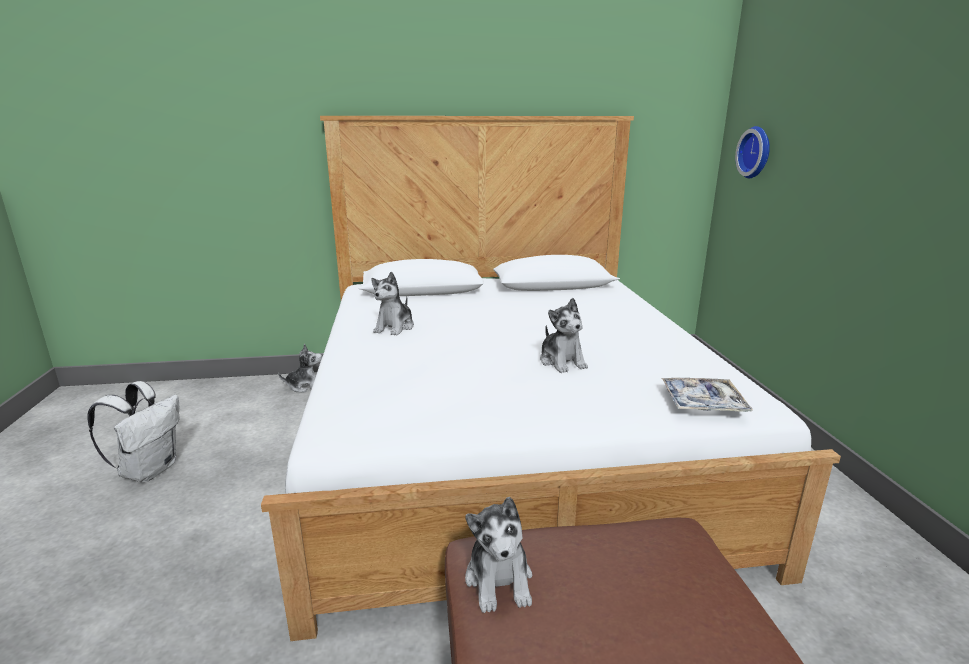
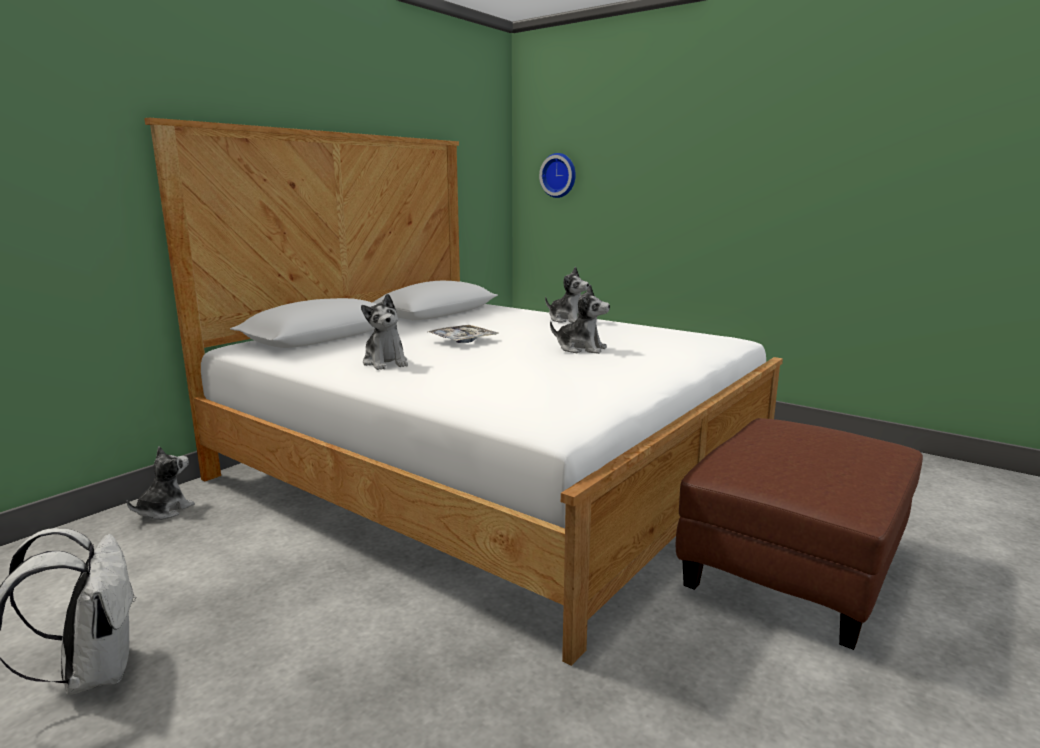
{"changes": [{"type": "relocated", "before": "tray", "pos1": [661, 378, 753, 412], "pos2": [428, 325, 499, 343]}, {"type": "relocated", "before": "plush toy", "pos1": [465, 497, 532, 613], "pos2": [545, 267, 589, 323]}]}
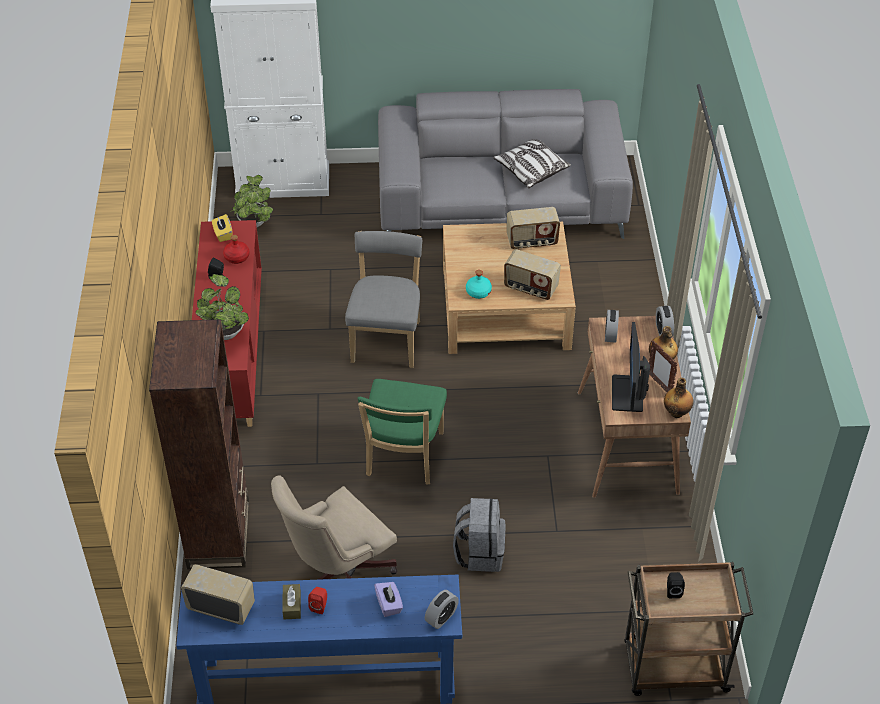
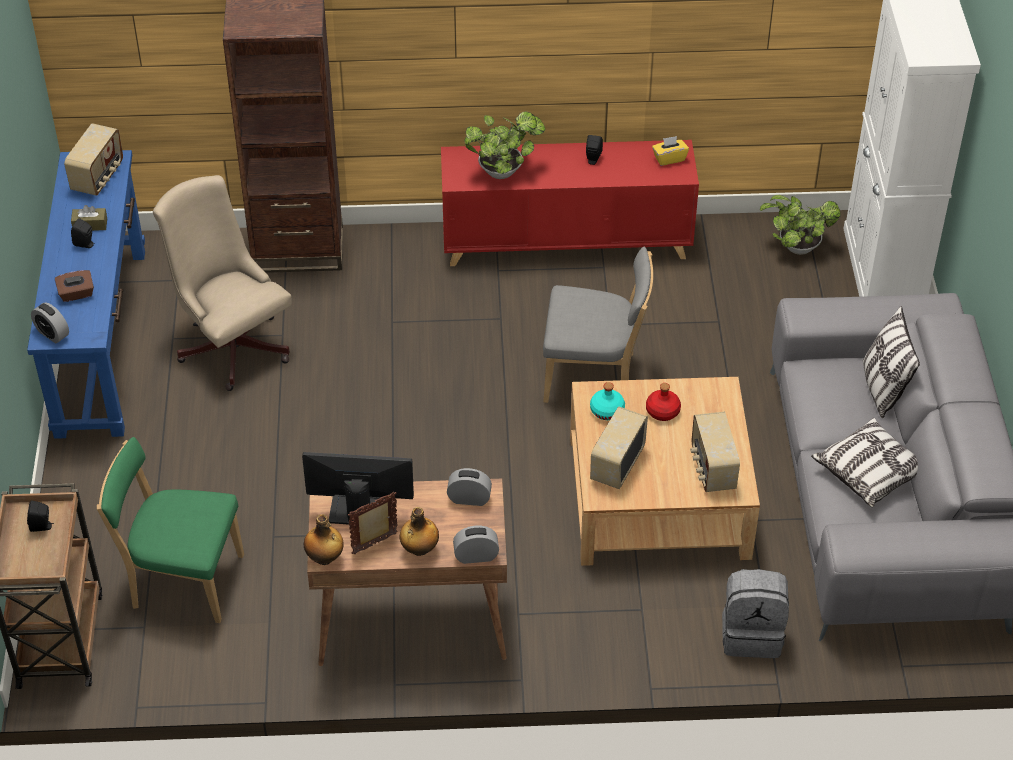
{"changes": [{"type": "colour", "before": "tissue box (purple)", "after": "tissue box (brown)", "pos1": [374, 582, 403, 617], "pos2": [55, 270, 94, 302]}, {"type": "colour", "before": "speaker (red)", "after": "speaker (black)", "pos1": [308, 587, 327, 614], "pos2": [71, 218, 95, 248]}, {"type": "relocated", "before": "chair (green)", "pos1": [358, 379, 447, 485], "pos2": [97, 437, 244, 623]}, {"type": "relocated", "before": "bottle (red)", "pos1": [223, 235, 249, 264], "pos2": [646, 383, 681, 421]}, {"type": "relocated", "before": "backpack (grey)", "pos1": [453, 498, 506, 572], "pos2": [722, 569, 789, 658]}, {"type": "appeared", "after": "pillow", "pos2": [863, 306, 920, 418]}]}
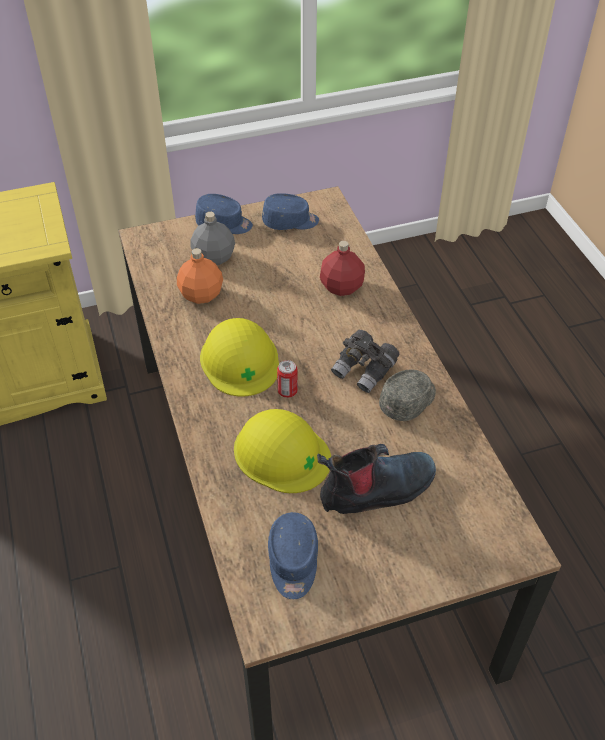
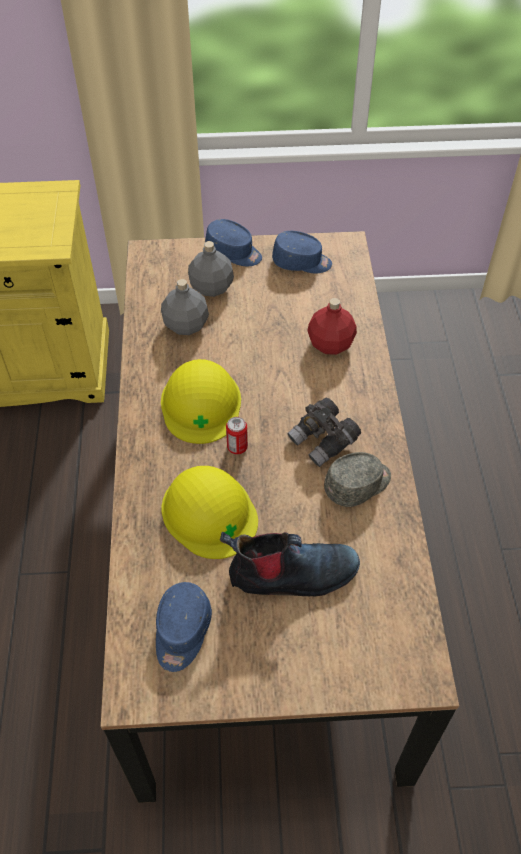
{"changes": [{"type": "colour", "before": "bottle (orange)", "after": "bottle (grey)", "pos1": [177, 248, 223, 304], "pos2": [161, 279, 209, 335]}]}
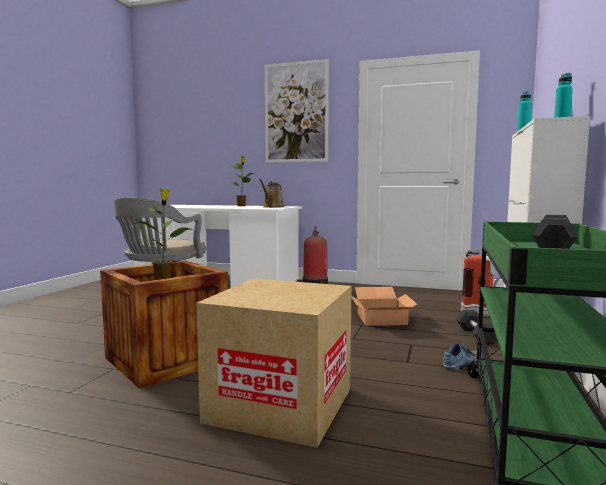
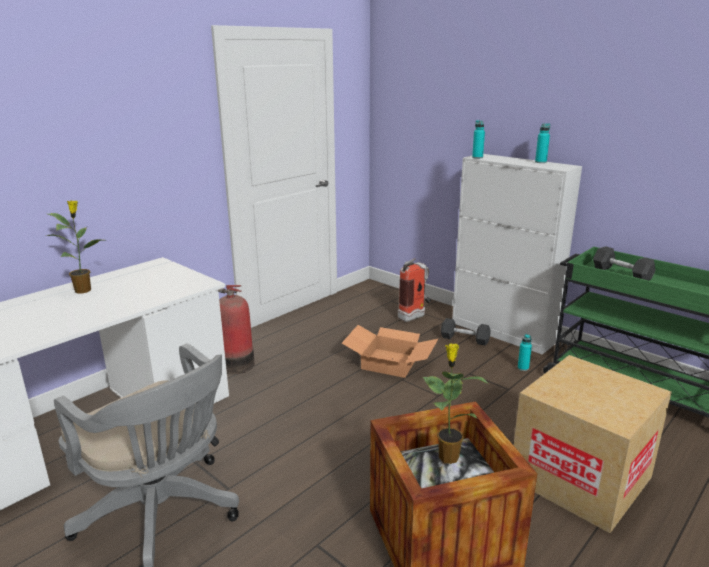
{"changes": [{"type": "exchanged", "before": "shoe", "after": "bottle (turquoise)", "pos1": [443, 343, 484, 370], "pos2": [518, 334, 532, 371]}, {"type": "missing", "before": "watering can (brown)", "pos1": [259, 179, 285, 208]}, {"type": "missing", "before": "picture", "pos1": [265, 59, 329, 163]}]}
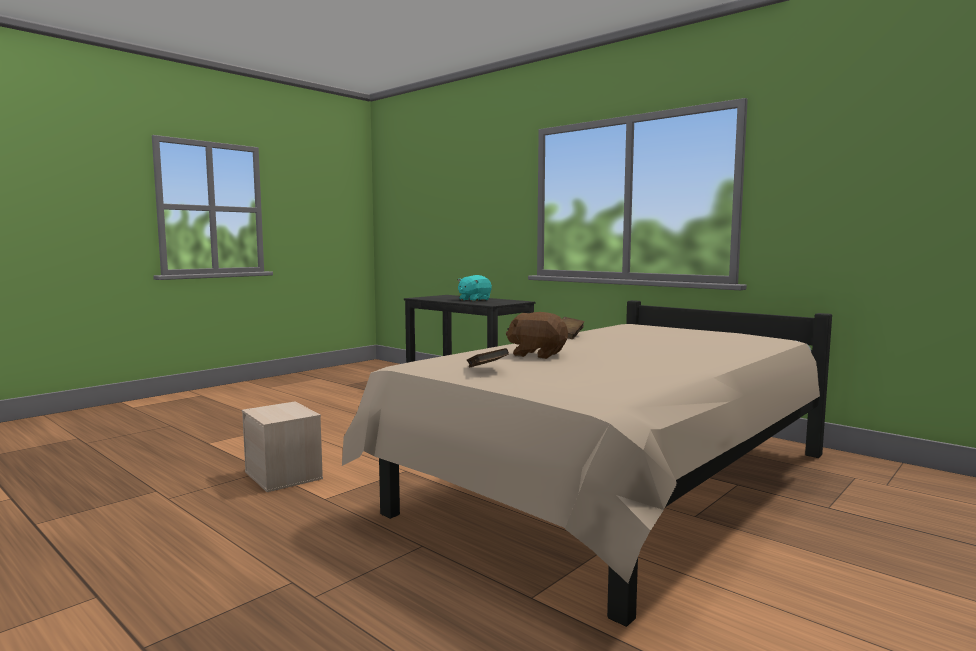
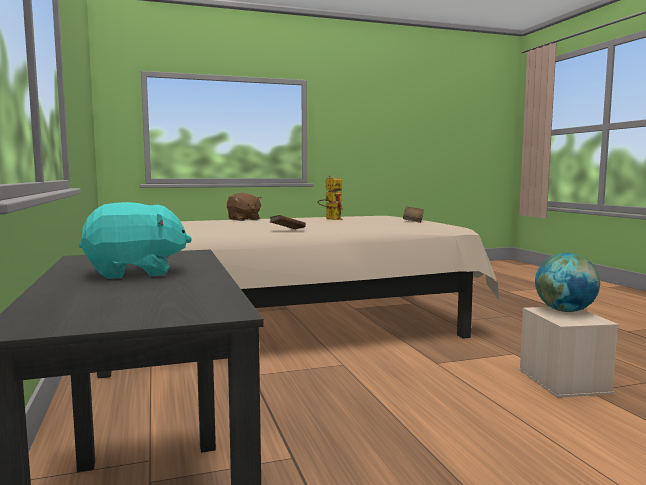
{"changes": [{"type": "relocated", "before": "plush toy (brown)", "pos1": [506, 312, 568, 359], "pos2": [227, 193, 262, 221]}, {"type": "appeared", "after": "toy robot", "pos2": [318, 175, 343, 220]}, {"type": "appeared", "after": "globe", "pos2": [535, 253, 600, 312]}]}
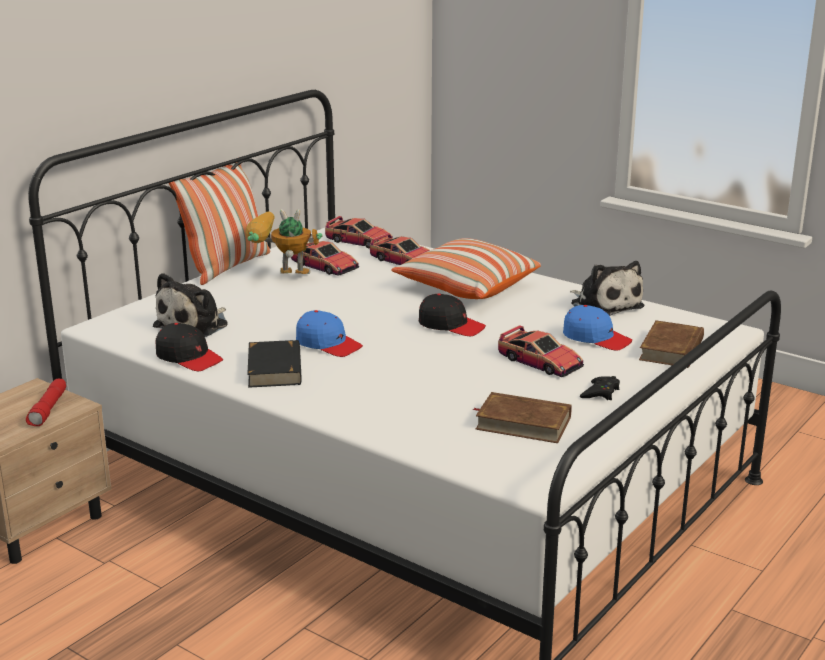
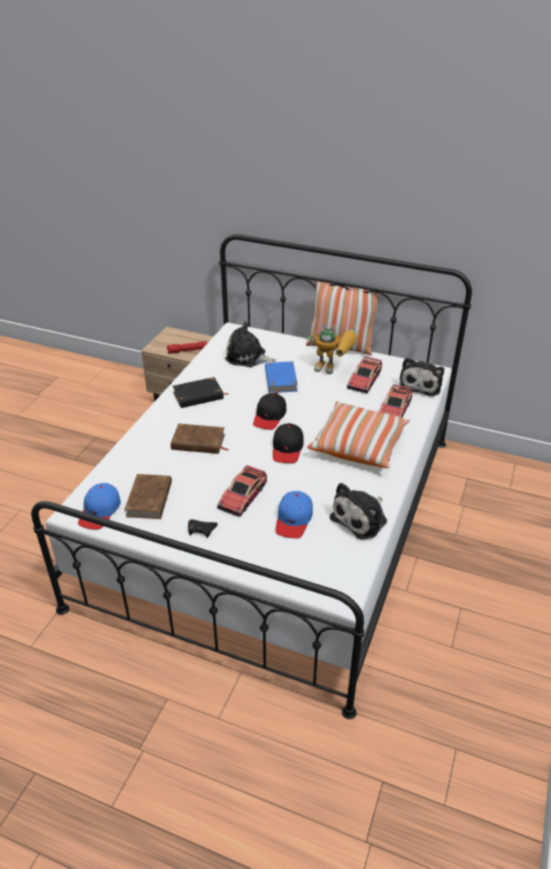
{"changes": [{"type": "relocated", "before": "cap (blue)", "pos1": [296, 310, 363, 357], "pos2": [78, 483, 121, 530]}, {"type": "relocated", "before": "book (brown)", "pos1": [639, 320, 704, 368], "pos2": [171, 424, 229, 454]}, {"type": "relocated", "before": "cap (black)", "pos1": [156, 323, 223, 371], "pos2": [253, 393, 286, 430]}, {"type": "appeared", "after": "book (blue)", "pos2": [265, 361, 298, 394]}, {"type": "spun", "before": "toy robot", "pos1": [245, 209, 322, 274], "pos2": [307, 323, 357, 374], "turn": 120}, {"type": "exchanged", "before": "toy car", "after": "plush toy", "pos1": [325, 216, 393, 249], "pos2": [400, 357, 444, 396]}]}
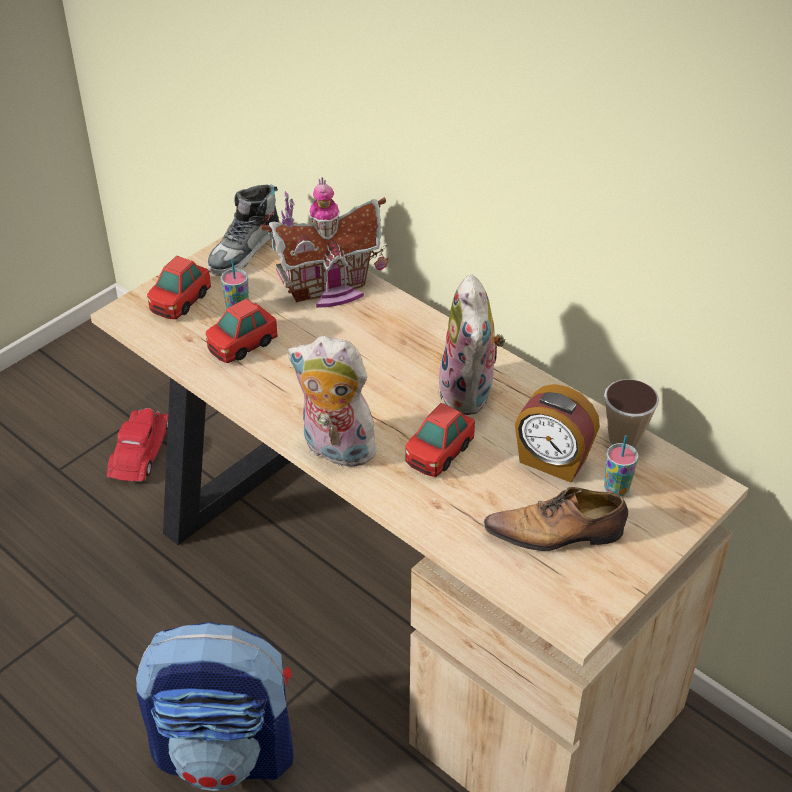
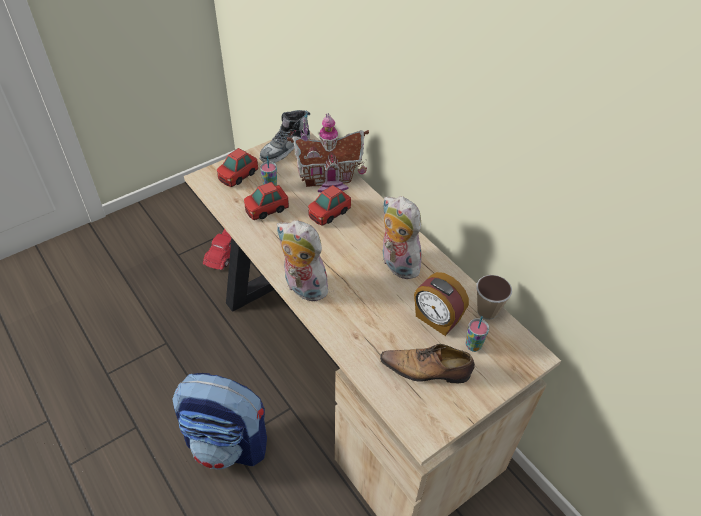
{"changes": [{"type": "relocated", "before": "toy car", "pos1": [406, 403, 475, 477], "pos2": [308, 185, 351, 226]}, {"type": "spun", "before": "plush toy", "pos1": [438, 274, 506, 415], "pos2": [382, 196, 422, 279], "turn": 135}]}
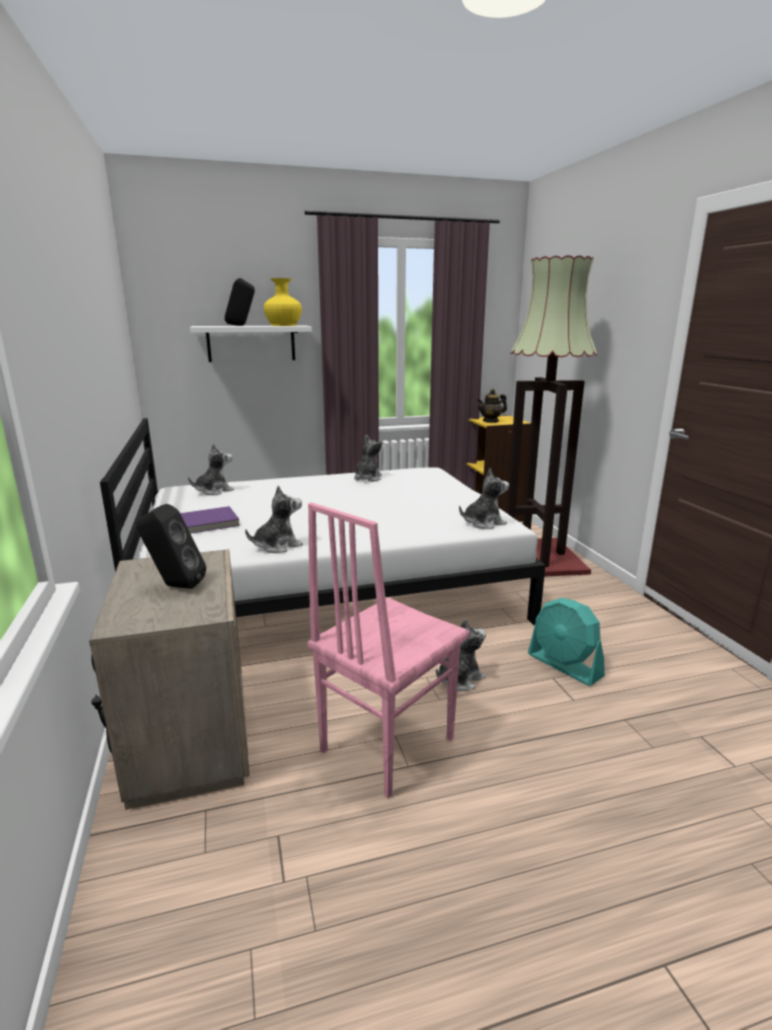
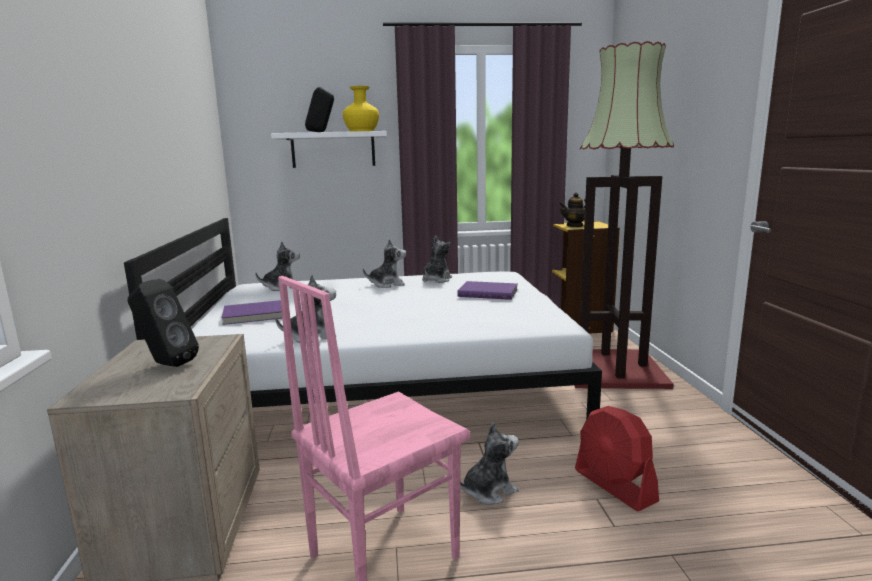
{"changes": [{"type": "relocated", "before": "plush toy", "pos1": [459, 469, 509, 529], "pos2": [363, 239, 406, 288]}, {"type": "appeared", "after": "book (purple)", "pos2": [457, 281, 518, 300]}, {"type": "colour", "before": "fan (turquoise)", "after": "fan (red)", "pos1": [528, 598, 605, 686], "pos2": [575, 406, 659, 511]}]}
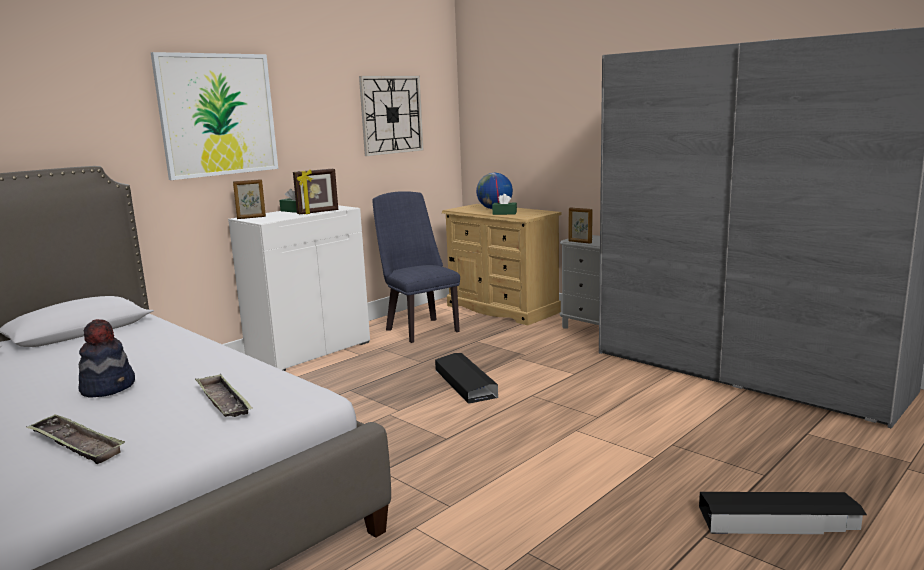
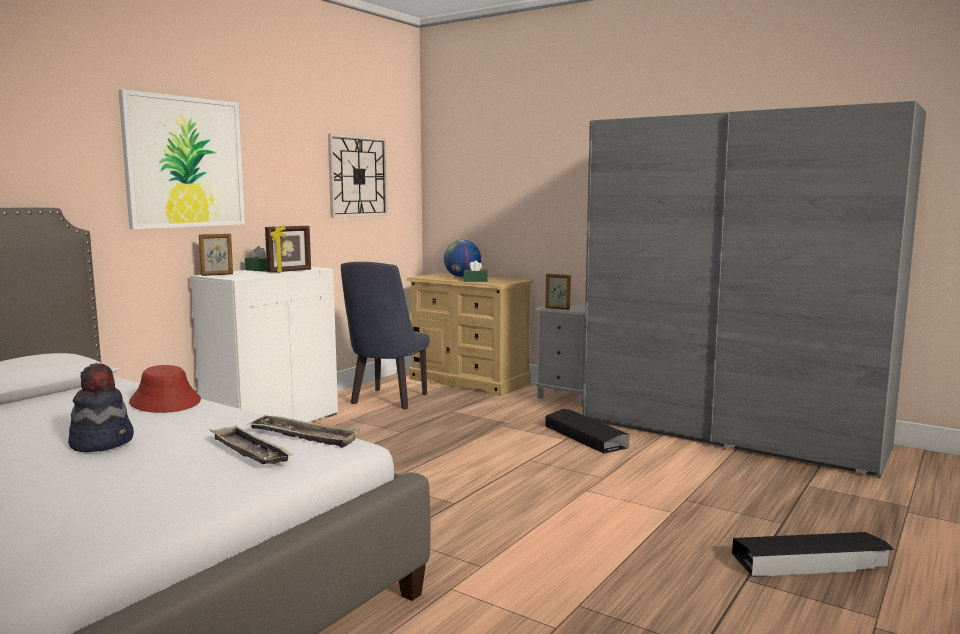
{"changes": [{"type": "appeared", "after": "hat (red)", "pos2": [129, 365, 201, 413]}, {"type": "relocated", "before": "tray", "pos1": [26, 414, 125, 464], "pos2": [248, 415, 360, 448]}, {"type": "spun", "before": "chair (blue)", "pos1": [373, 191, 460, 343], "pos2": [341, 262, 430, 409], "turn": -120}, {"type": "relocated", "before": "storage box (black)", "pos1": [435, 353, 498, 404], "pos2": [545, 409, 629, 454]}]}
